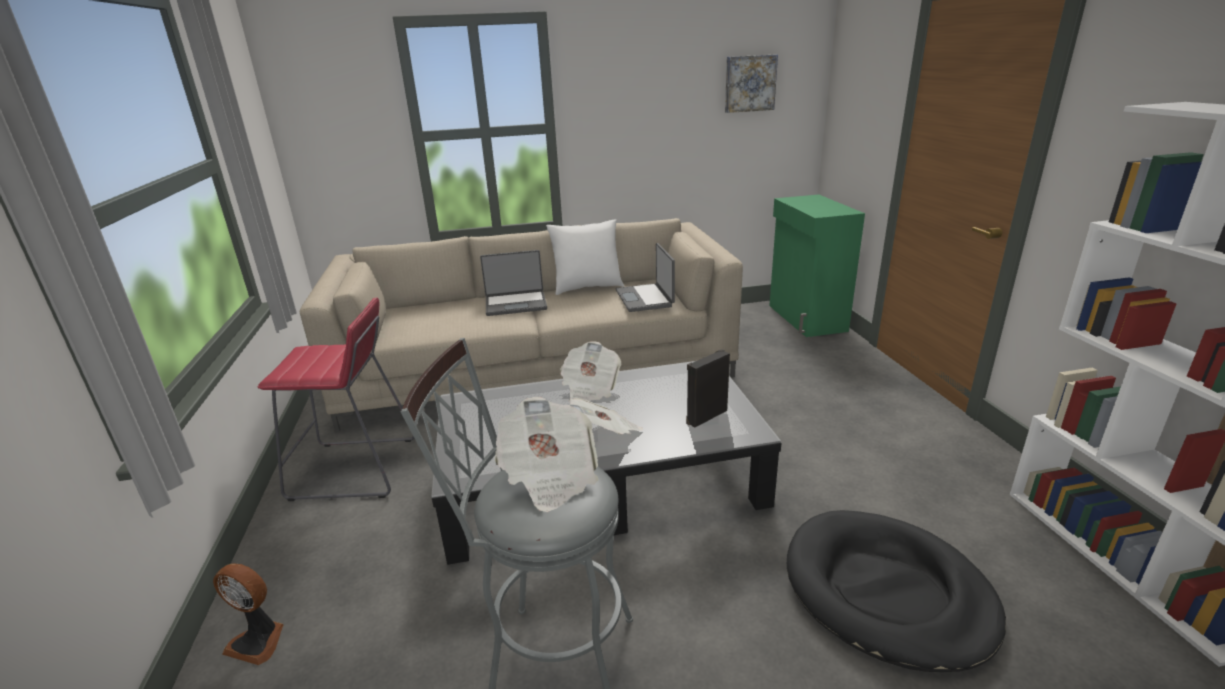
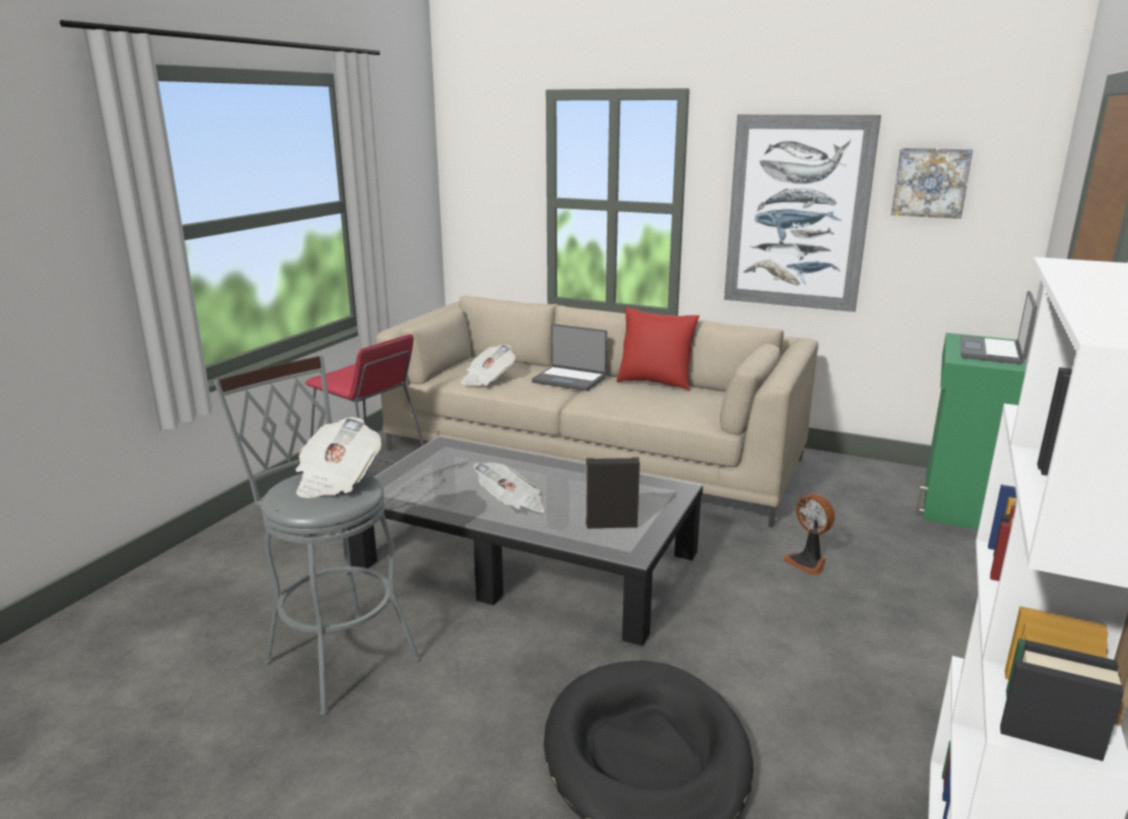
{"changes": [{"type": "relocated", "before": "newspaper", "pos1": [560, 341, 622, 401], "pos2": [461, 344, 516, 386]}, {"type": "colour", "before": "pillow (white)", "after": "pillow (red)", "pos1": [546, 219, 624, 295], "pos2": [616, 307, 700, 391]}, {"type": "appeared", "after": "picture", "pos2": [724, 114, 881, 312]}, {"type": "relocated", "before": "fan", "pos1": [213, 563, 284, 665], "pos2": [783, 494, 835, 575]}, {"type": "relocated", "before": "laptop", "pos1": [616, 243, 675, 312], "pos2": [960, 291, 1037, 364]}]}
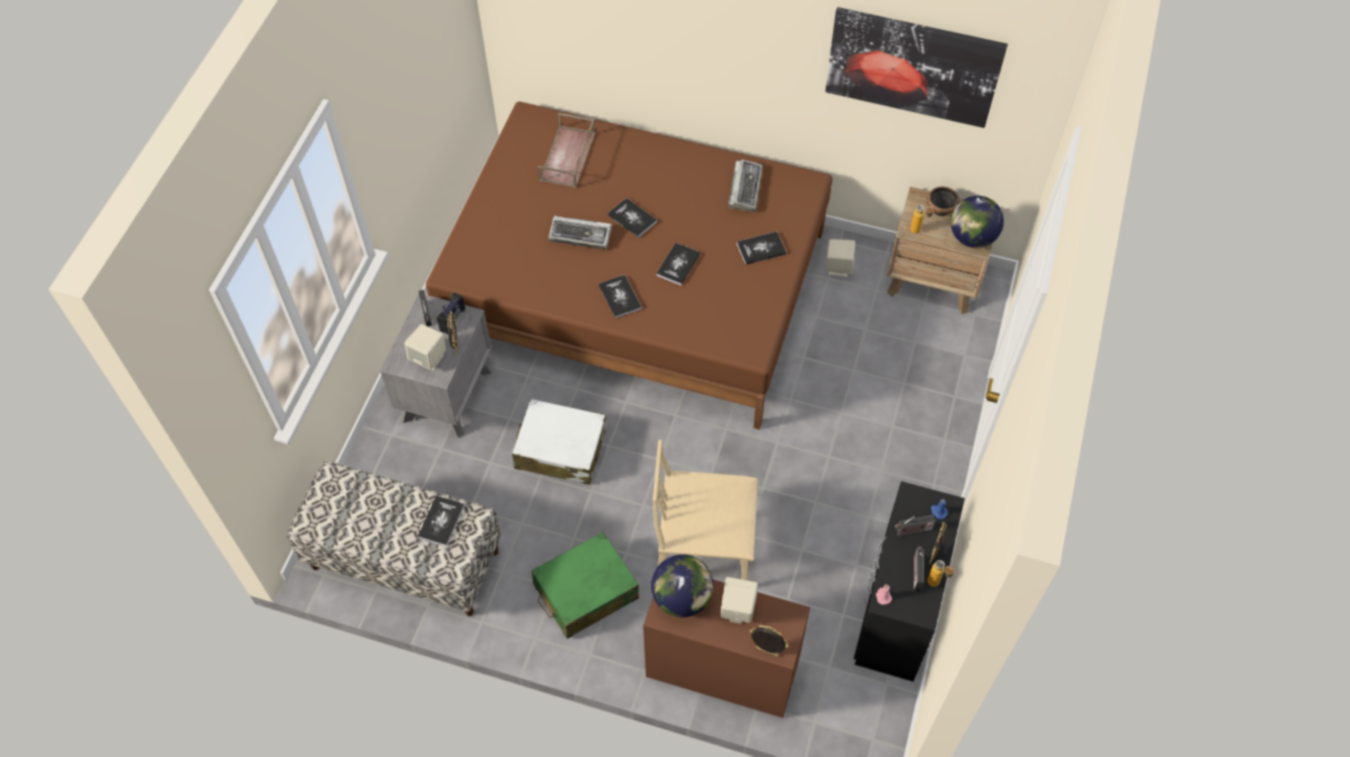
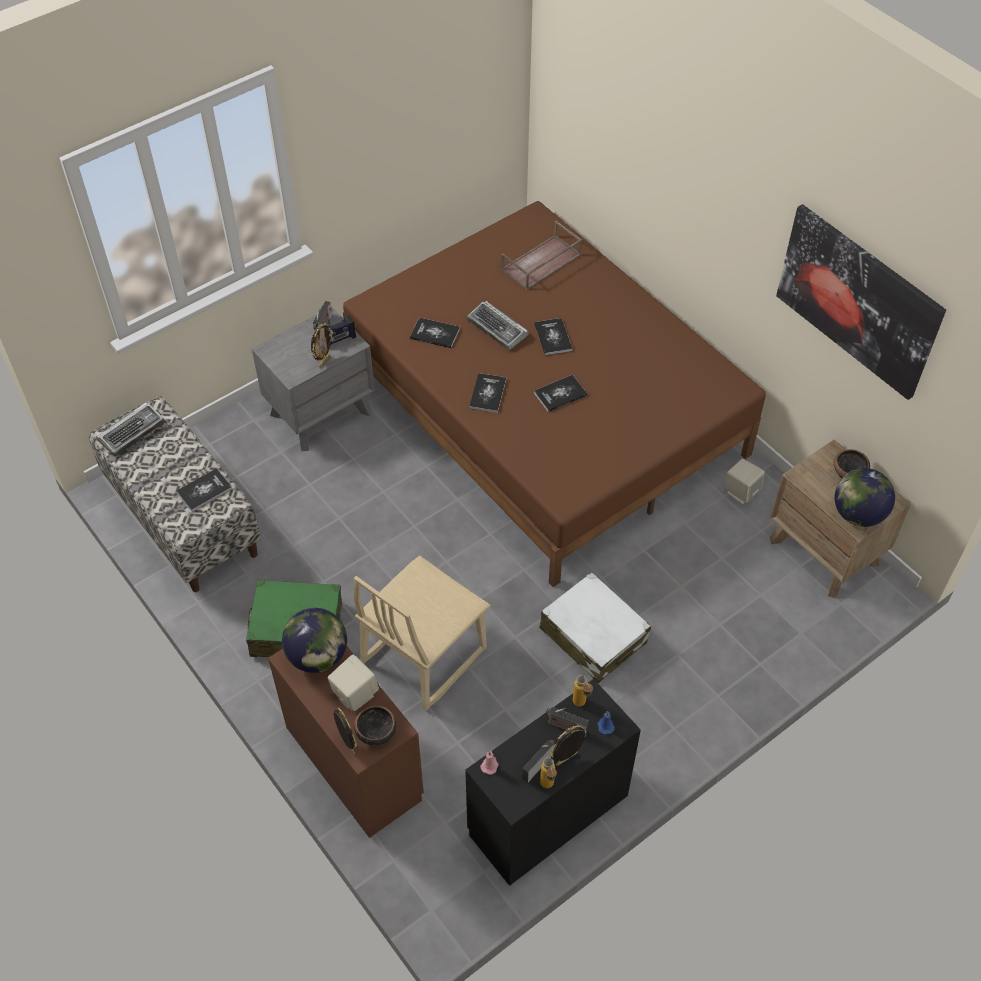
{"changes": [{"type": "relocated", "before": "keyboard", "pos1": [728, 159, 763, 212], "pos2": [96, 402, 165, 457]}, {"type": "spun", "before": "chair (beige)", "pos1": [653, 440, 758, 583], "pos2": [353, 555, 491, 711], "turn": -90}, {"type": "appeared", "after": "bowl", "pos2": [354, 706, 397, 745]}, {"type": "relocated", "before": "book", "pos1": [737, 231, 787, 265], "pos2": [410, 318, 460, 348]}, {"type": "relocated", "before": "suitcase (white)", "pos1": [512, 399, 606, 485], "pos2": [540, 572, 651, 684]}, {"type": "relocated", "before": "bottle", "pos1": [910, 205, 935, 234], "pos2": [573, 675, 593, 706]}, {"type": "missing", "before": "speaker (beige)", "pos1": [405, 324, 446, 371]}]}
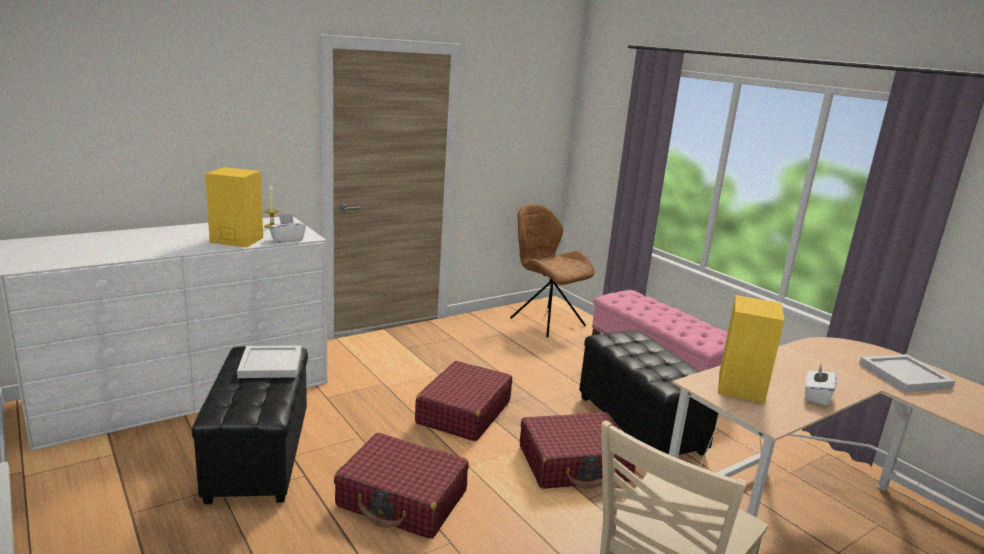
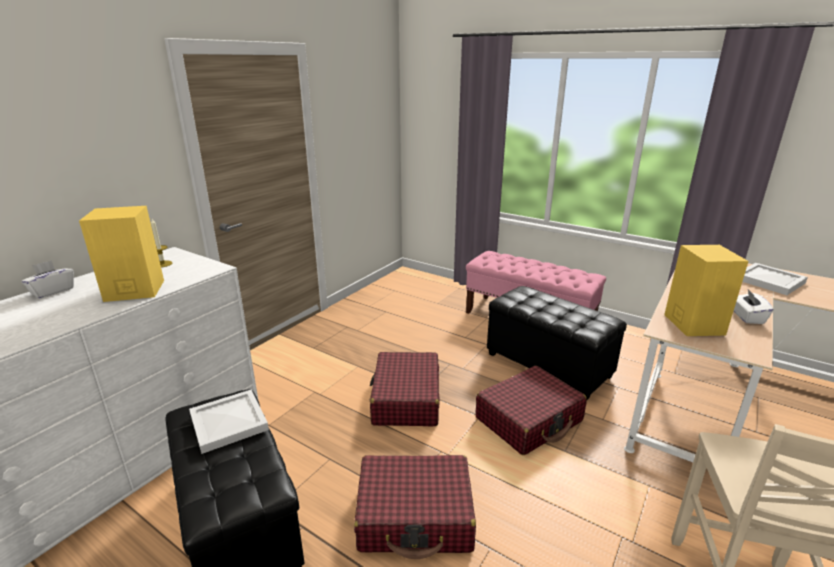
{"changes": [{"type": "relocated", "before": "tissue box (white)", "pos1": [269, 214, 306, 243], "pos2": [21, 260, 74, 299]}, {"type": "missing", "before": "chair (brown)", "pos1": [510, 204, 595, 338]}]}
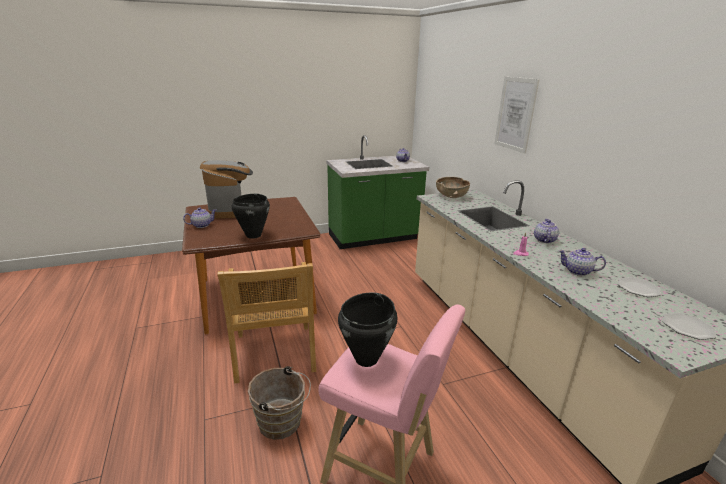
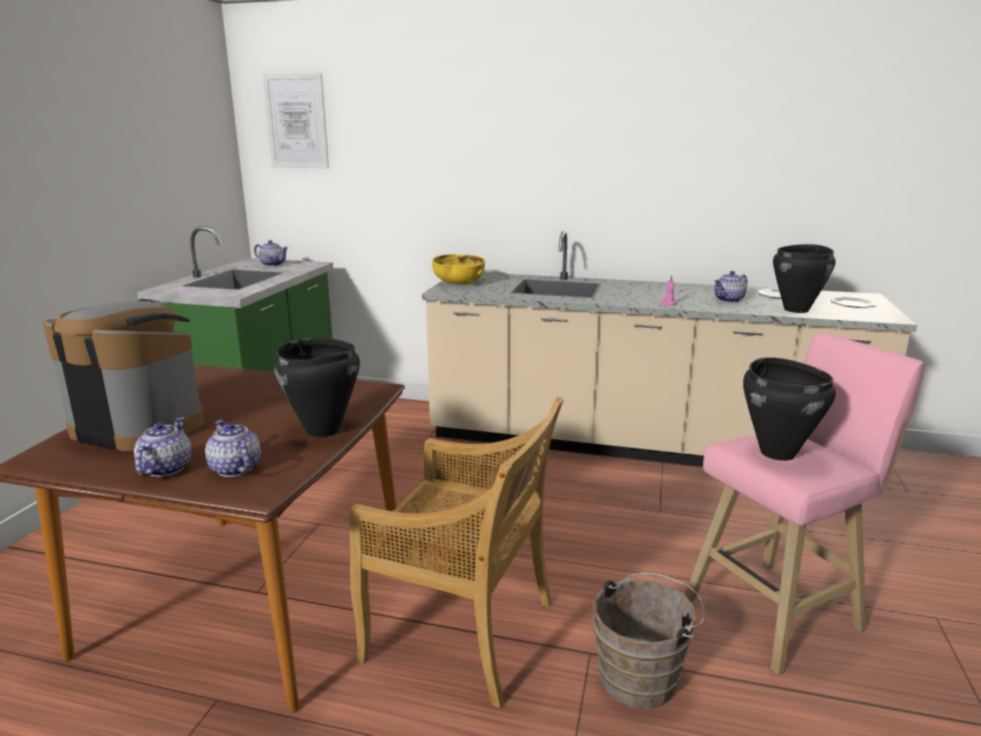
{"changes": [{"type": "relocated", "before": "teapot", "pos1": [534, 219, 559, 243], "pos2": [205, 420, 261, 477]}, {"type": "relocated", "before": "picture", "pos1": [494, 77, 540, 153], "pos2": [263, 73, 329, 169]}, {"type": "colour", "before": "bowl (brown)", "after": "bowl (yellow)", "pos1": [436, 177, 470, 198], "pos2": [432, 254, 485, 285]}, {"type": "appeared", "after": "cooking pot (black)", "pos2": [773, 244, 836, 313]}]}
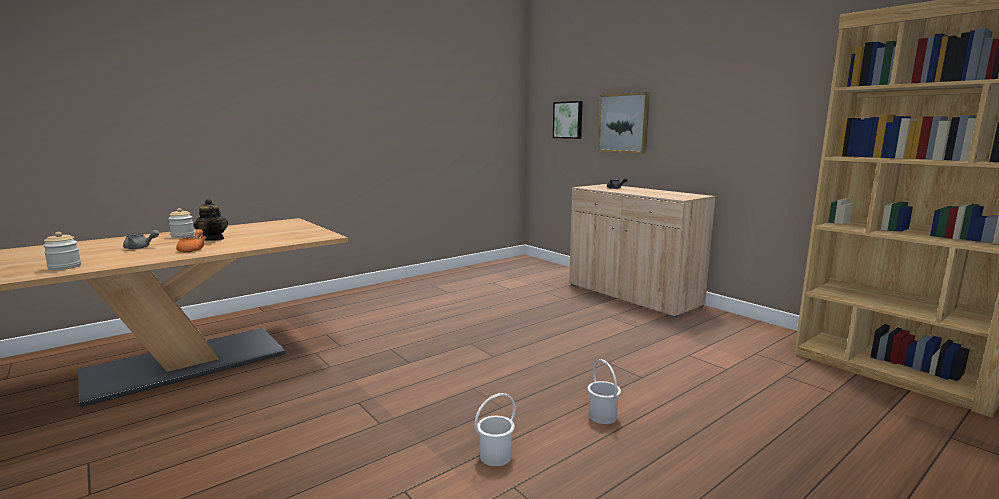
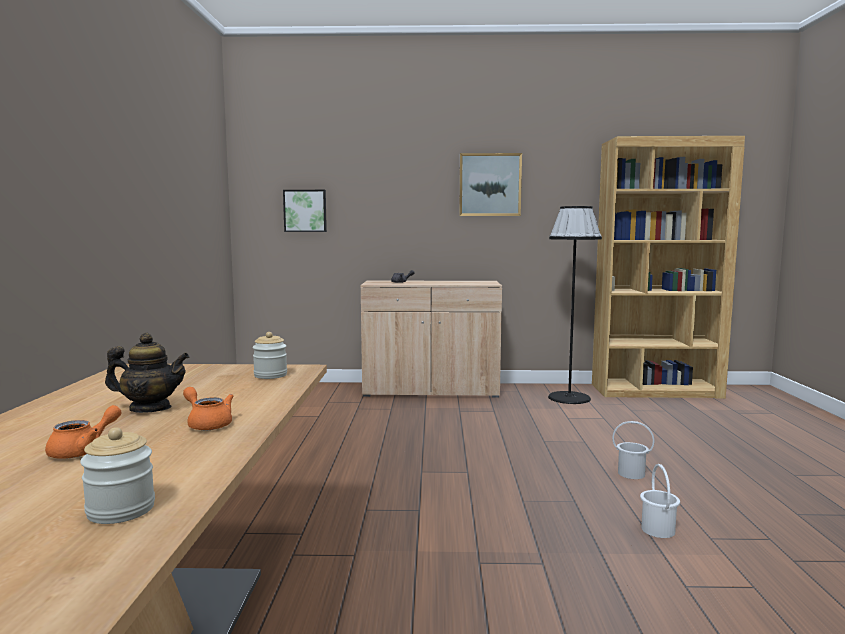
{"changes": [{"type": "colour", "before": "teapot (grey)", "after": "teapot (orange)", "pos1": [123, 230, 159, 249], "pos2": [45, 405, 122, 459]}, {"type": "relocated", "before": "jar", "pos1": [168, 208, 195, 238], "pos2": [253, 332, 287, 379]}, {"type": "relocated", "before": "picture", "pos1": [598, 92, 650, 154], "pos2": [459, 153, 522, 216]}, {"type": "appeared", "after": "floor lamp (black)", "pos2": [548, 206, 602, 404]}]}
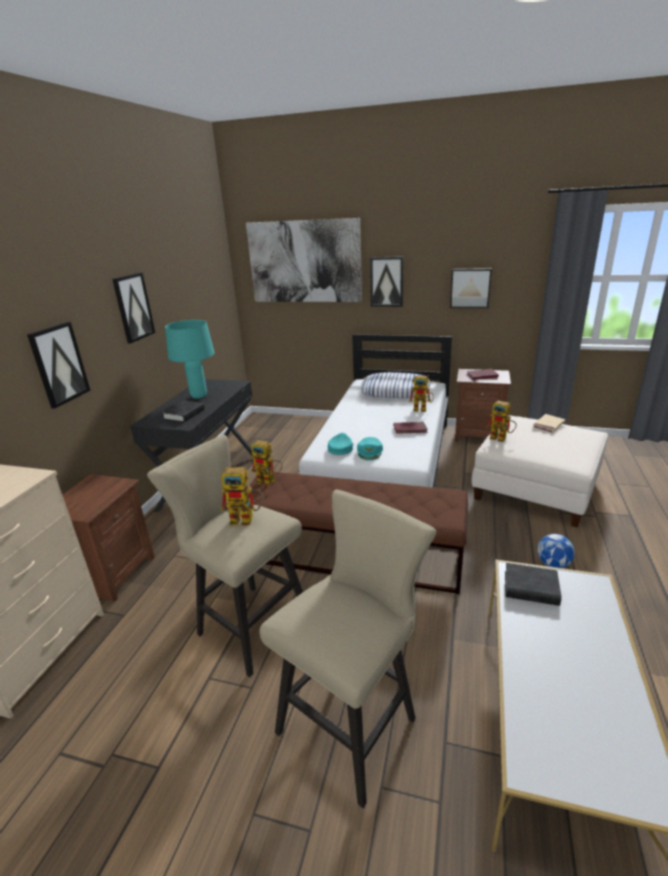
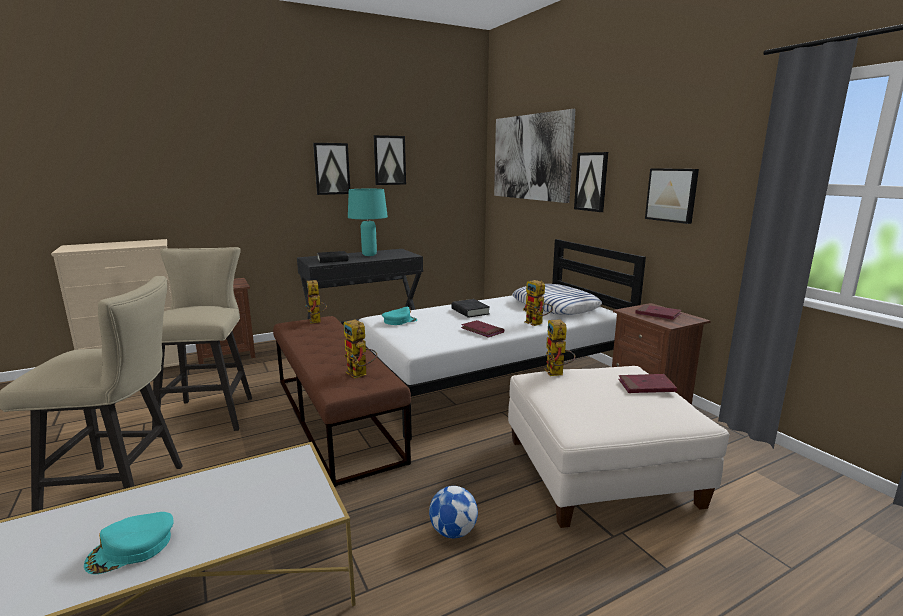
{"changes": [{"type": "relocated", "before": "cap (turquoise)", "pos1": [357, 437, 383, 461], "pos2": [84, 512, 174, 574]}, {"type": "relocated", "before": "toy robot", "pos1": [221, 467, 263, 526], "pos2": [343, 319, 377, 379]}, {"type": "relocated", "before": "picture", "pos1": [27, 322, 90, 409], "pos2": [373, 135, 406, 185]}, {"type": "relocated", "before": "book (black)", "pos1": [505, 563, 561, 606], "pos2": [451, 299, 490, 318]}, {"type": "colour", "before": "book (beige)", "after": "book (red)", "pos1": [533, 414, 565, 433], "pos2": [618, 374, 677, 393]}]}
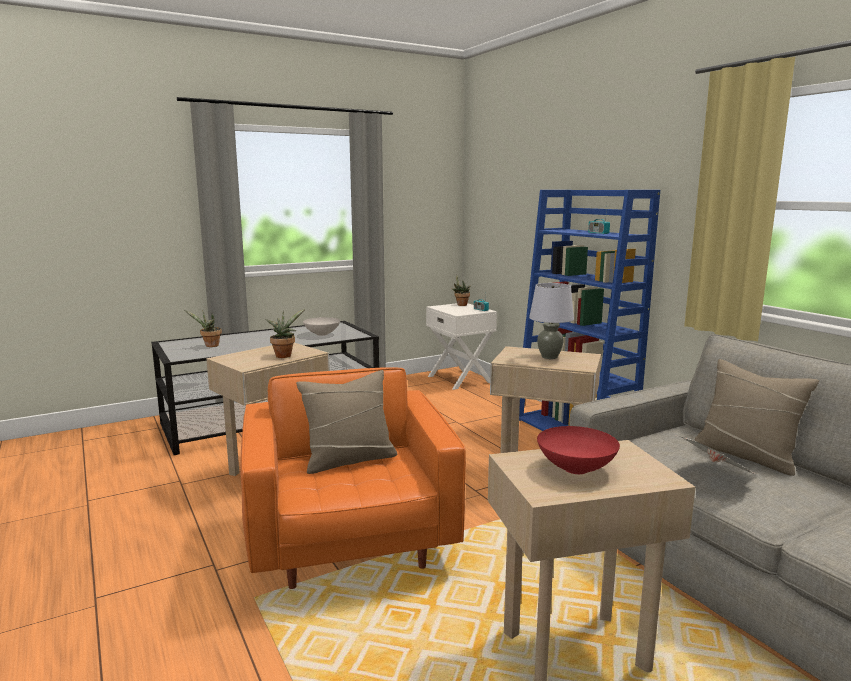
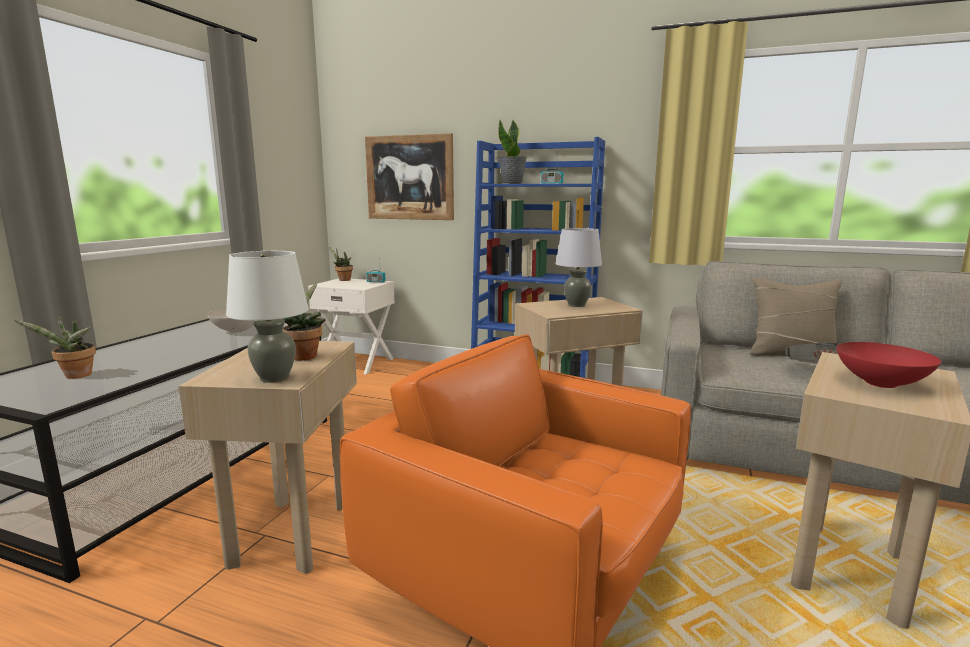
{"changes": [{"type": "appeared", "after": "table lamp (white)", "pos2": [226, 251, 308, 383]}, {"type": "appeared", "after": "picture", "pos2": [365, 133, 454, 220]}, {"type": "appeared", "after": "potted plant", "pos2": [498, 119, 527, 184]}, {"type": "missing", "before": "pillow (beige)", "pos1": [296, 370, 398, 474]}]}
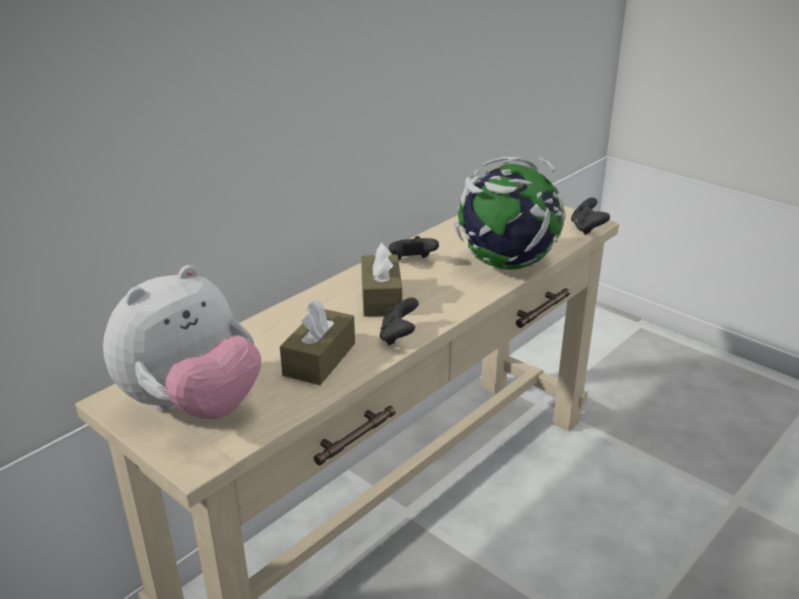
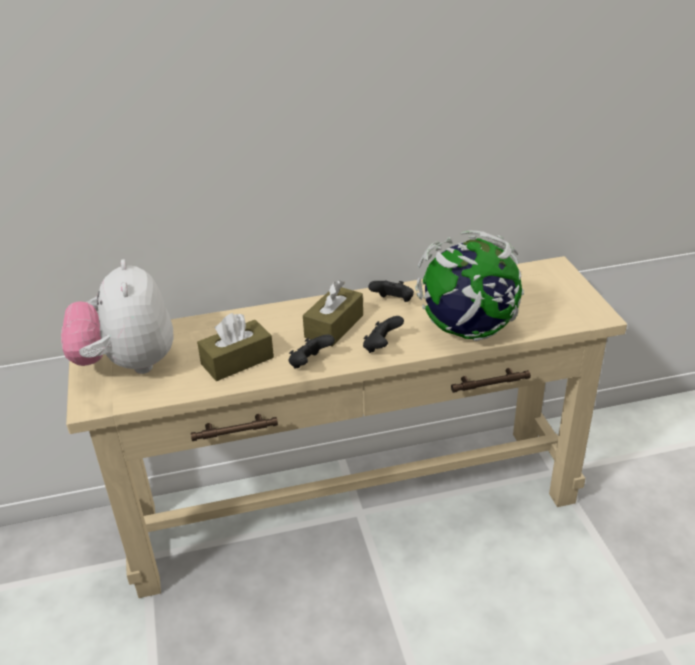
{"changes": [{"type": "spun", "before": "plush toy", "pos1": [103, 265, 261, 419], "pos2": [61, 259, 173, 374], "turn": 90}, {"type": "relocated", "before": "game controller (black)", "pos1": [571, 198, 610, 235], "pos2": [363, 316, 404, 353]}]}
